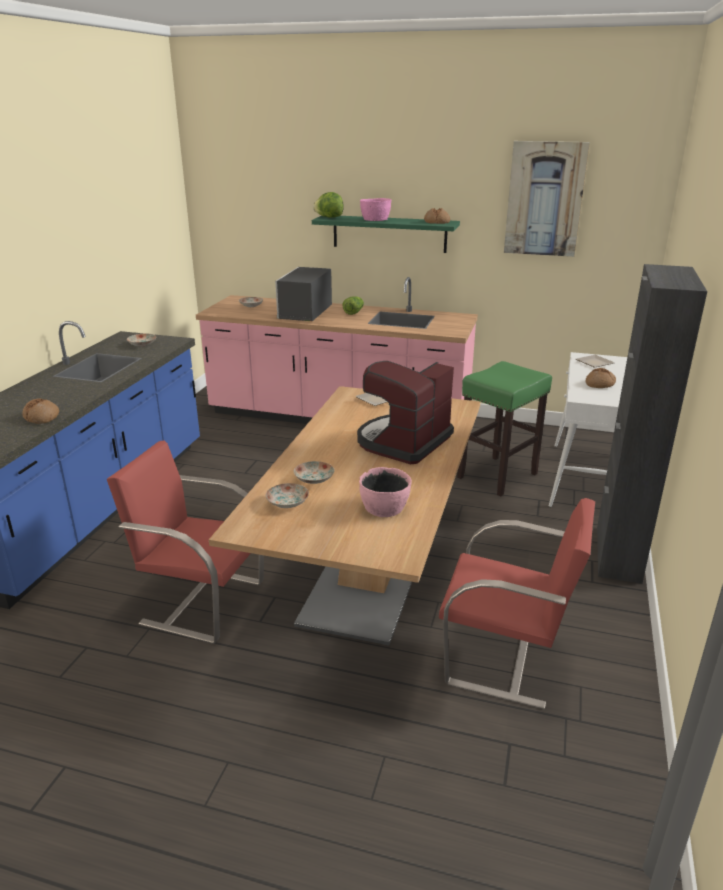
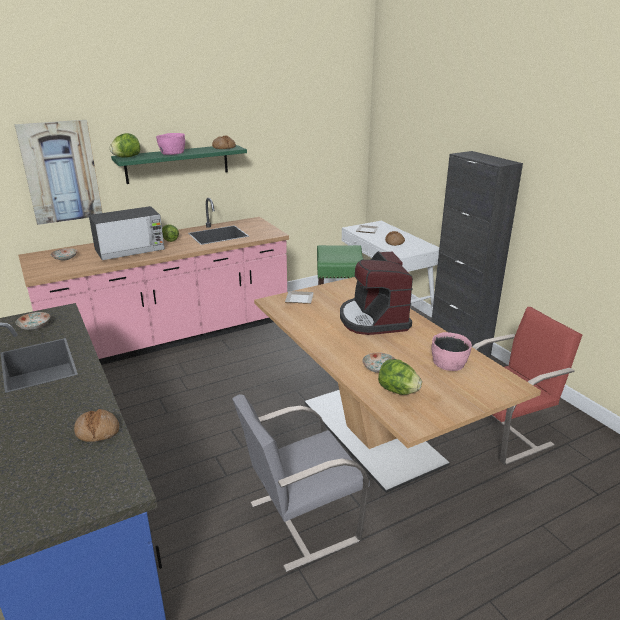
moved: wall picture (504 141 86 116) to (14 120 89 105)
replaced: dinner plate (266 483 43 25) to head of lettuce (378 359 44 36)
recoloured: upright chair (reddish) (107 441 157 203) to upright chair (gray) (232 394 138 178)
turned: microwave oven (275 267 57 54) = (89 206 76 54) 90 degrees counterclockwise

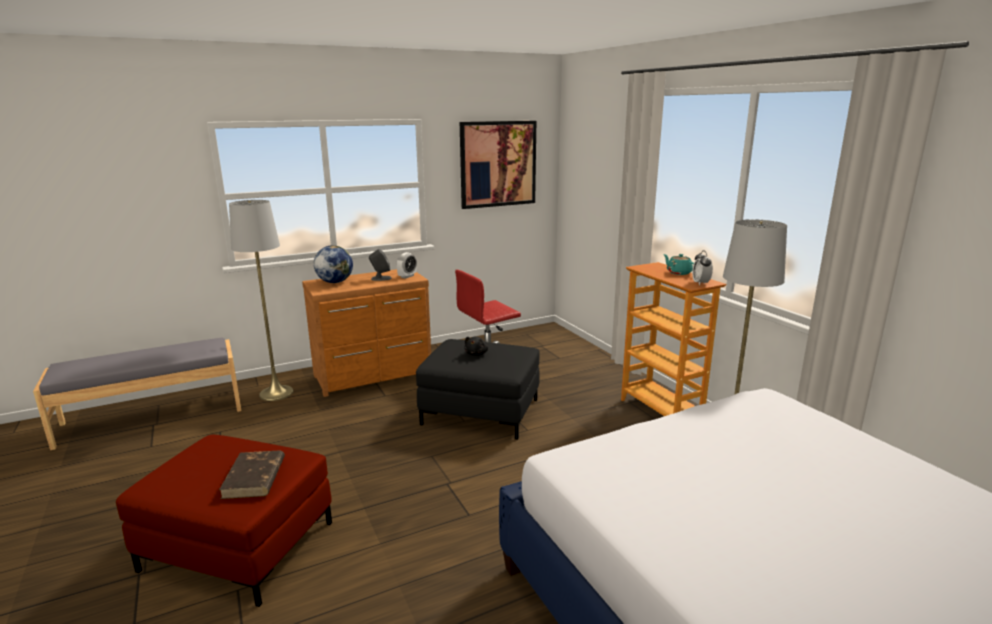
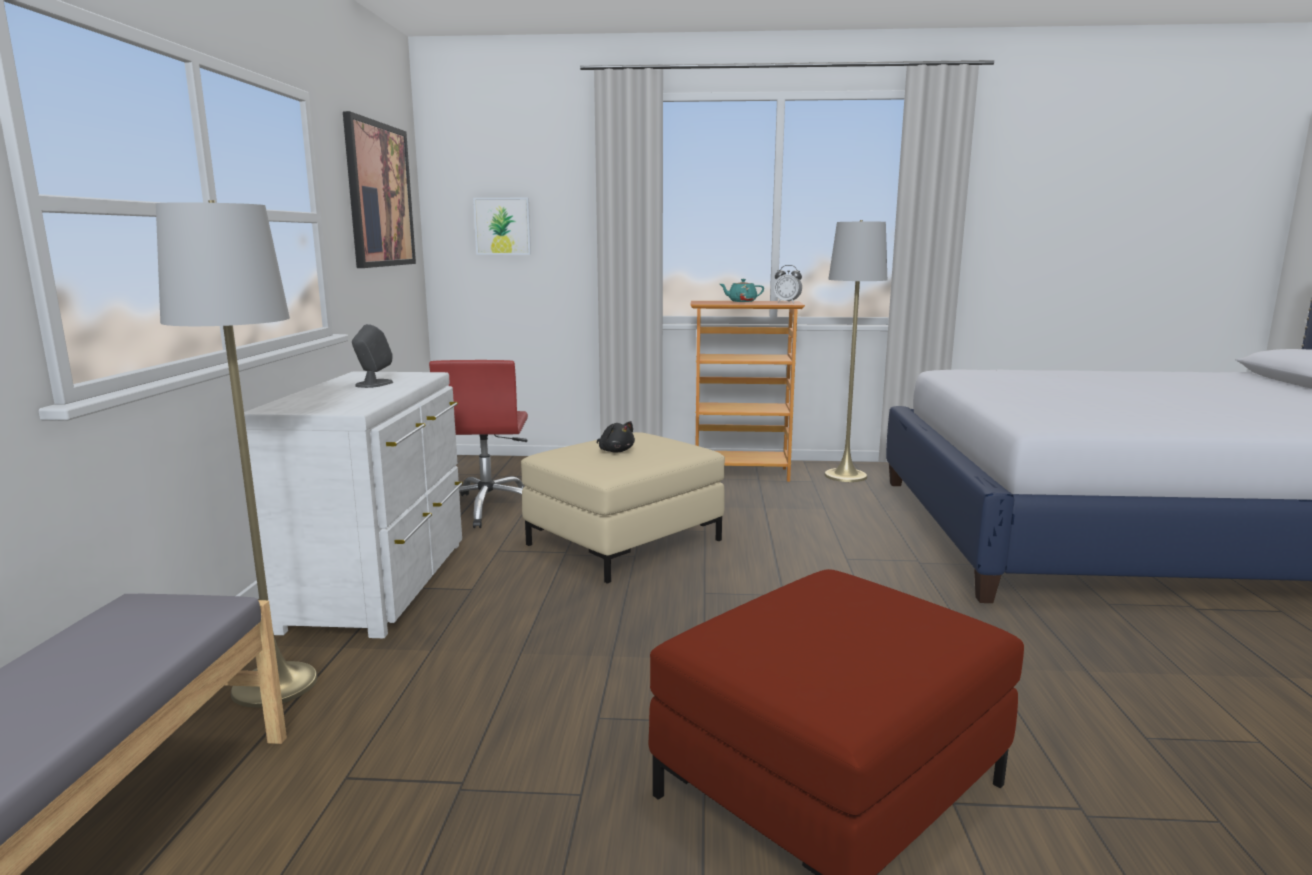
removed: book (brown) (219 450 66 49); desk globe (314 245 39 38); bedside clock (397 252 20 27)
added: wall picture (473 198 58 57)
recoloured: drawer chest (brown) (302 269 129 128) to drawer chest (whitish) (244 371 219 267); pouffe (black-coloured) (416 339 124 101) to pouffe (beige) (521 432 204 152)

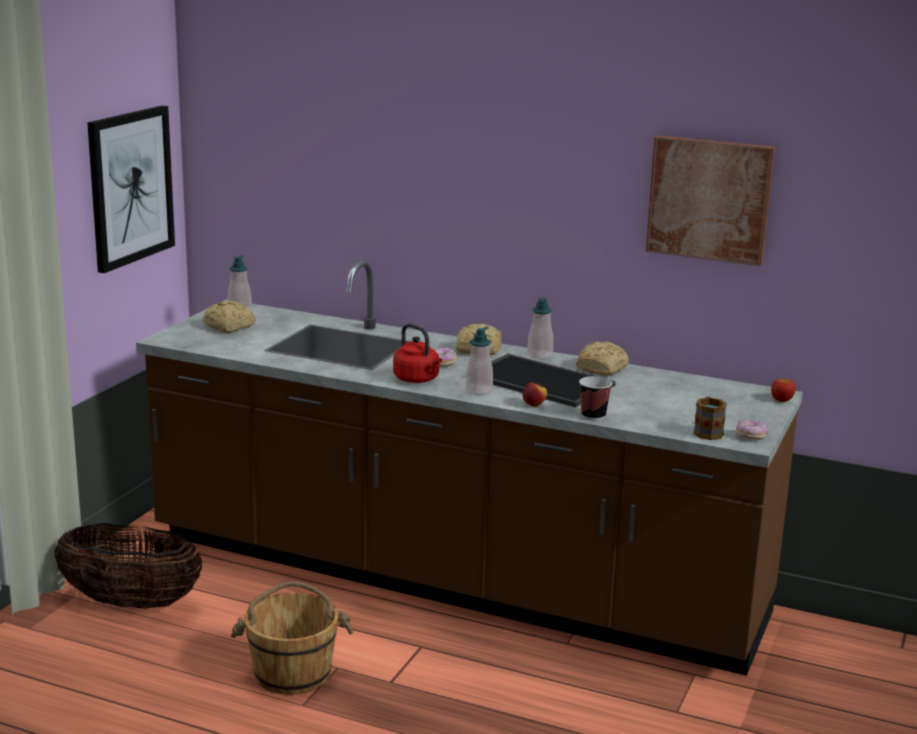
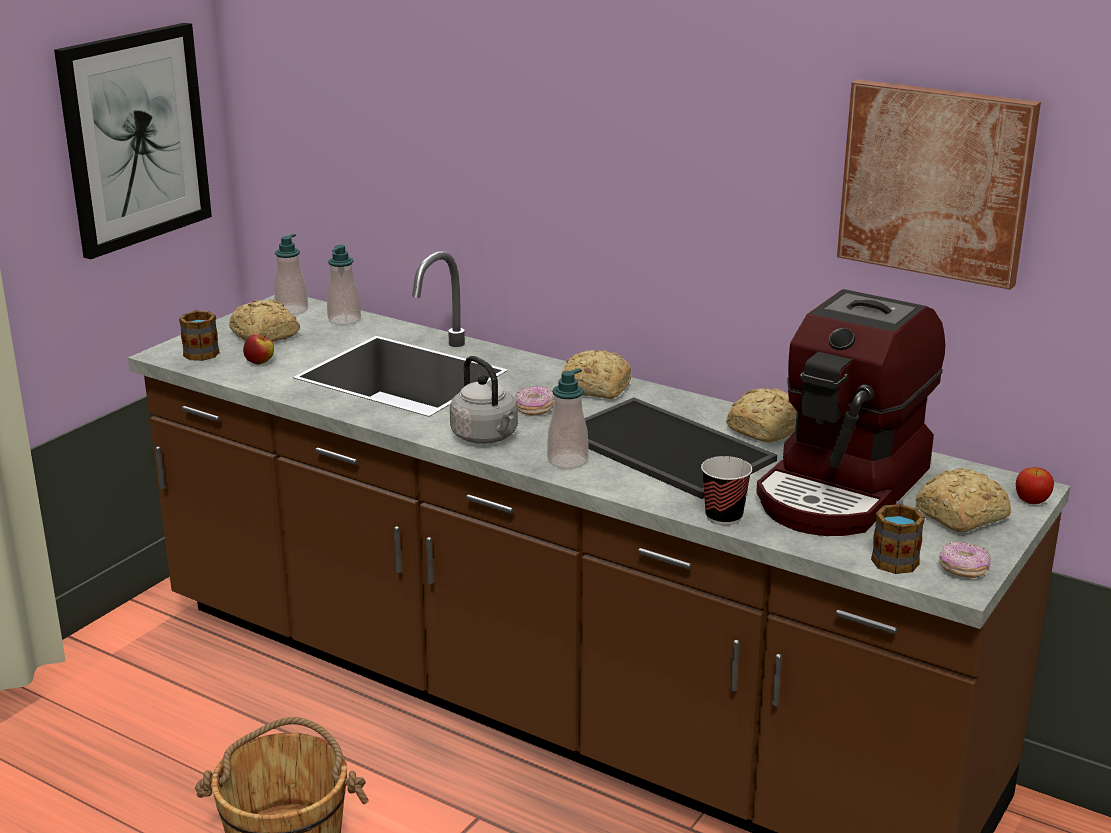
removed: storage basket (54 523 149 86)
added: tea mug (179 310 40 51); coffee brewer (756 289 189 247); bread (915 468 96 64)
moved: whole apple (522 382 25 25) to (243 334 31 31); liquid soap bottle (527 297 26 62) to (327 245 34 80)
recoloured: water kettle (reddish) (393 323 49 60) to water kettle (gray) (450 356 68 88)

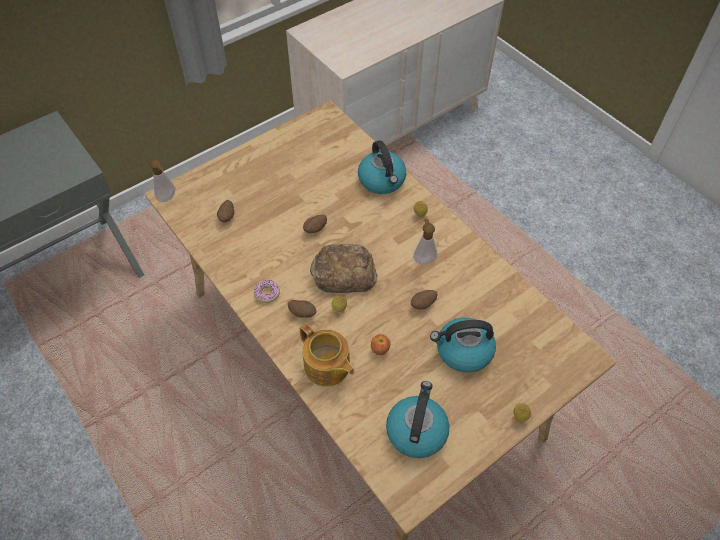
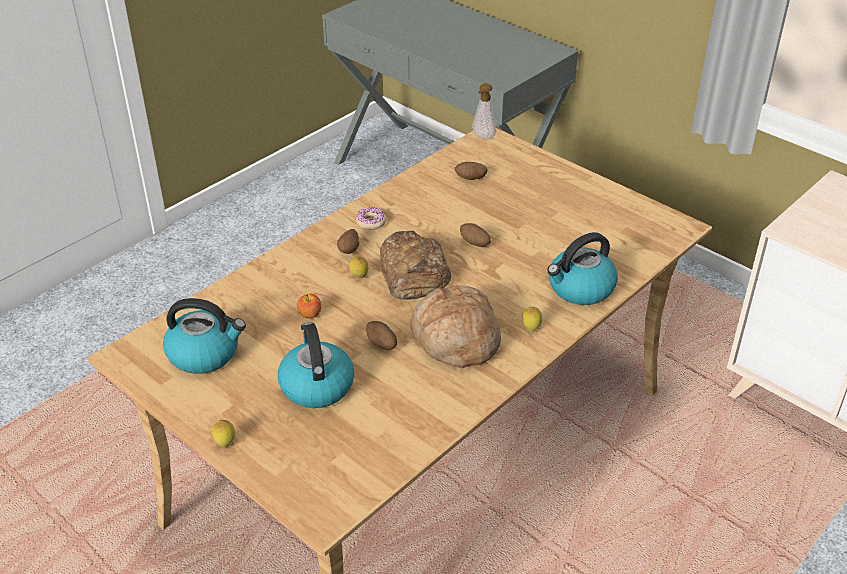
removed: tea pot (300 323 54 64)
replaced: liquid soap bottle (413 218 24 47) to bread (410 285 91 83)

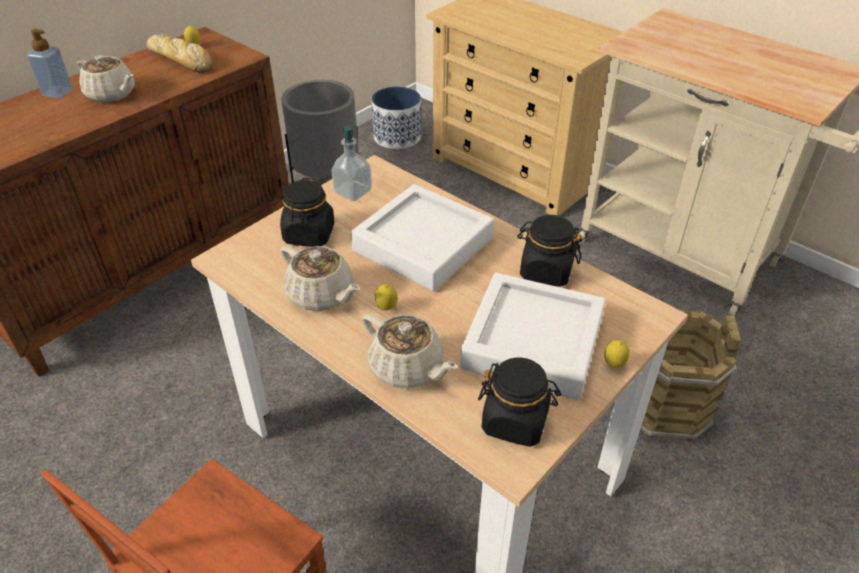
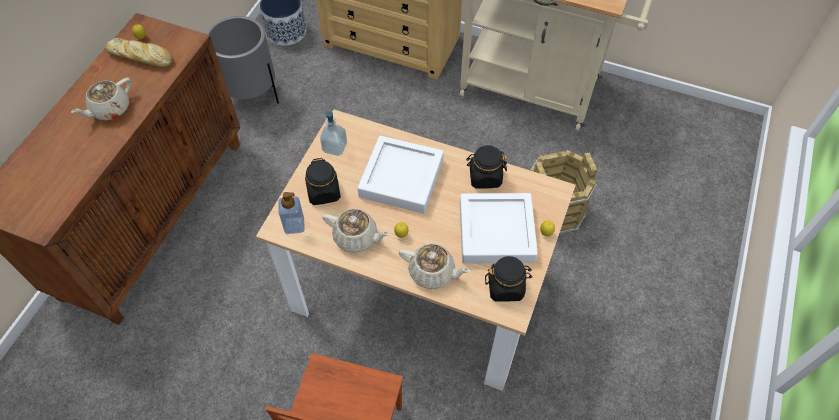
moved: liquid soap bottle (27 29 46 69) to (278 192 27 42)
turned: tea pot (beige) (77 55 58 48) = (71 77 61 43) 120 degrees clockwise

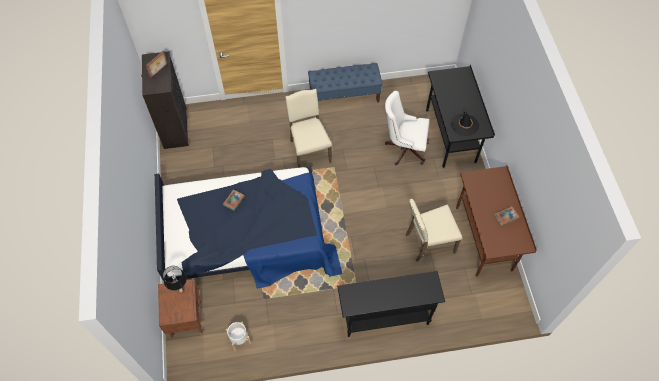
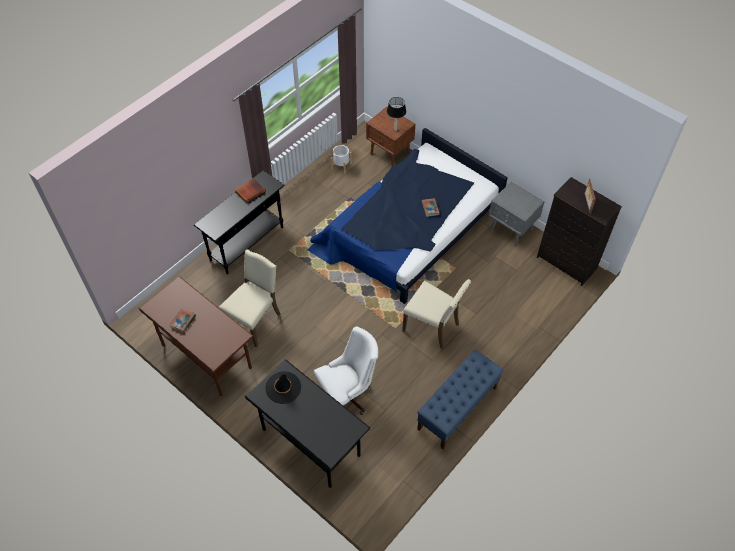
added: book (235 179 31 24); bedside table (gray) (489 182 55 65)

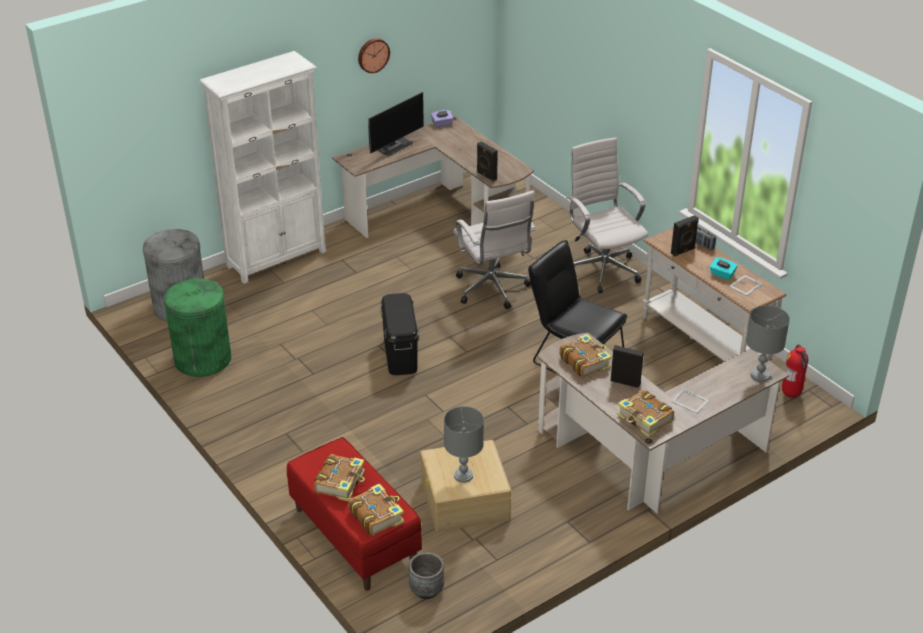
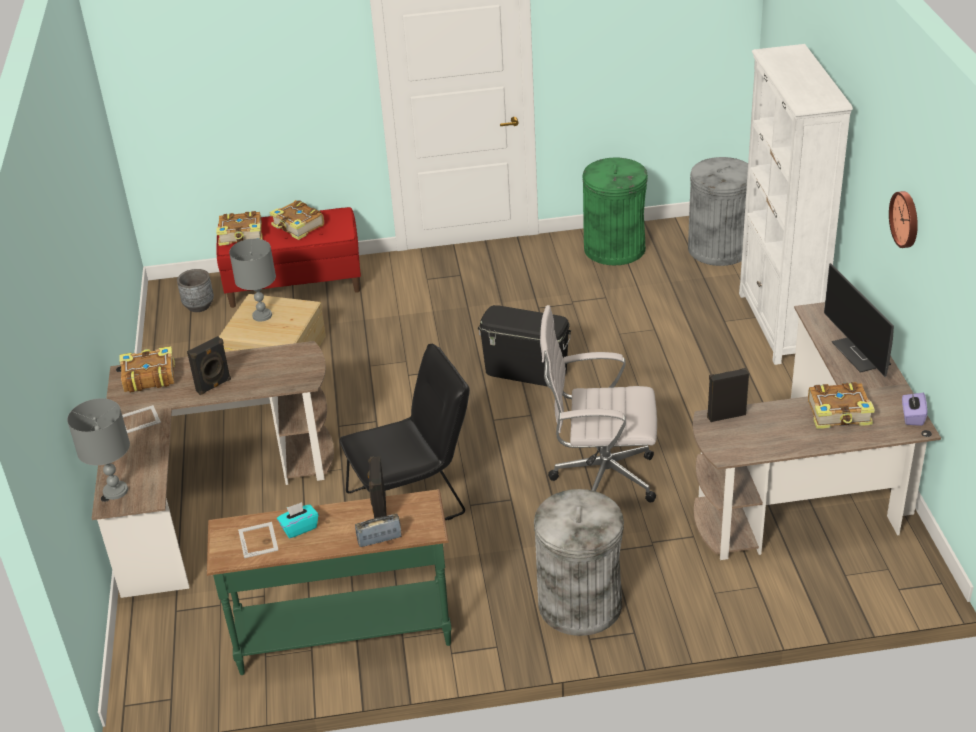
removed: fire extinguisher (782 344 26 54)
moved: book (559 334 53 44) to (808 382 67 47)
replaced: desk chair (whitish) (566 137 82 156) to waste bin (gray) (534 489 90 147)
recoloured: console table (whitish) (642 227 144 135) to console table (green-coloured) (207 489 245 186)

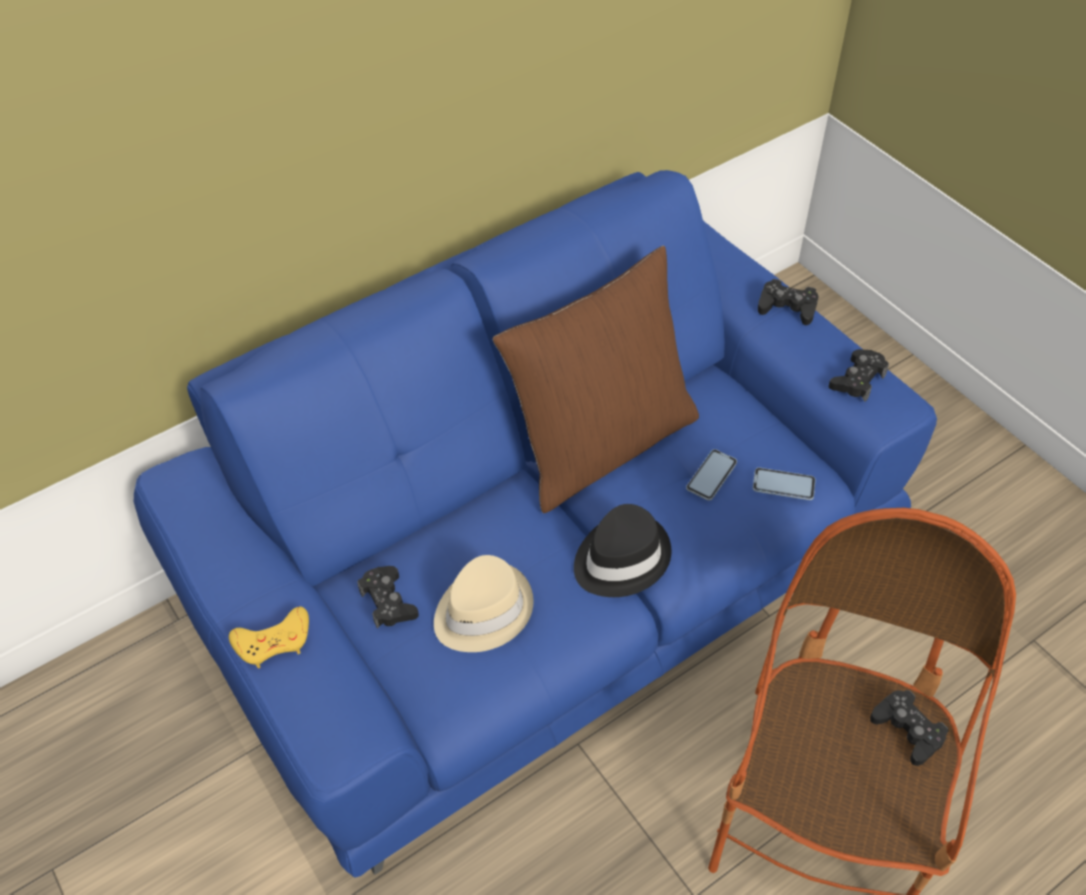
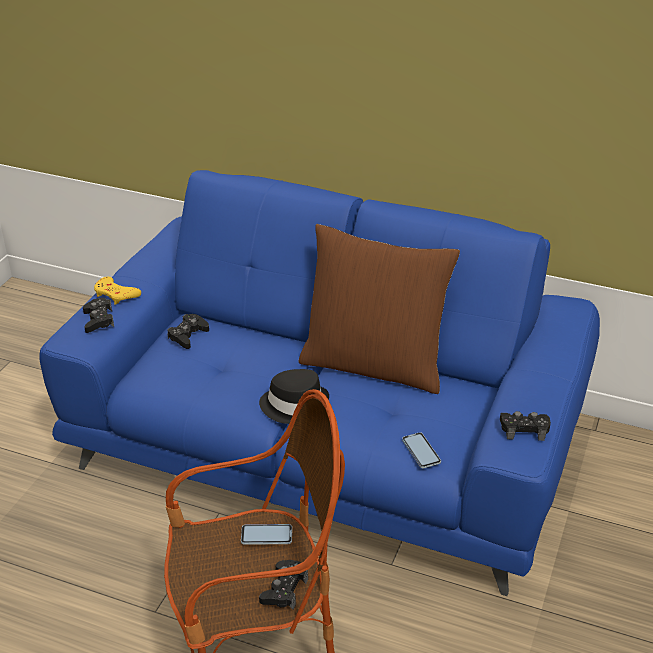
removed: clothing hat (beige) (434 555 99 97)
moved: phone (686 449 51 52) to (241 524 51 21); game controller (black-coloured) (758 279 60 46) to (83 298 31 35)

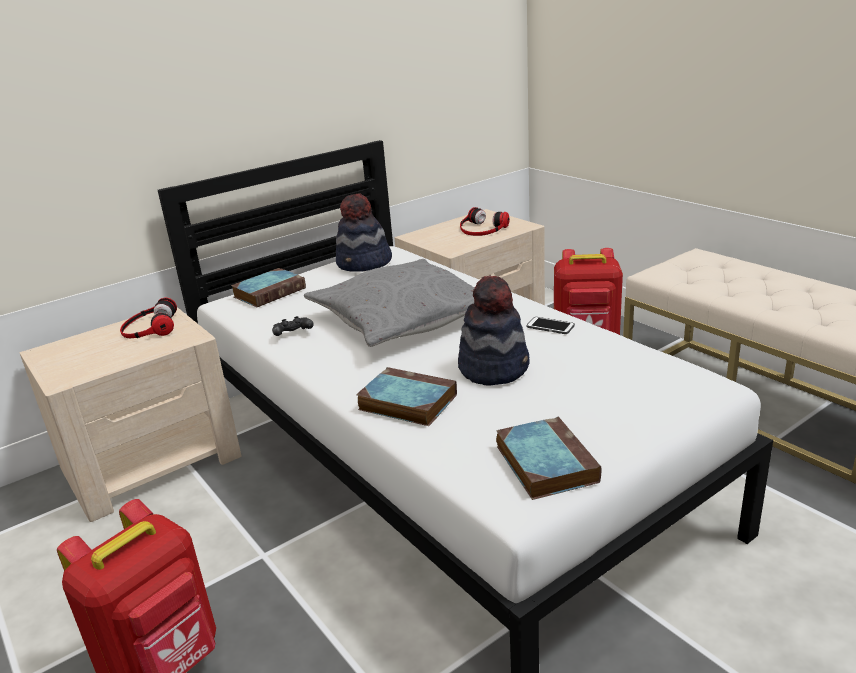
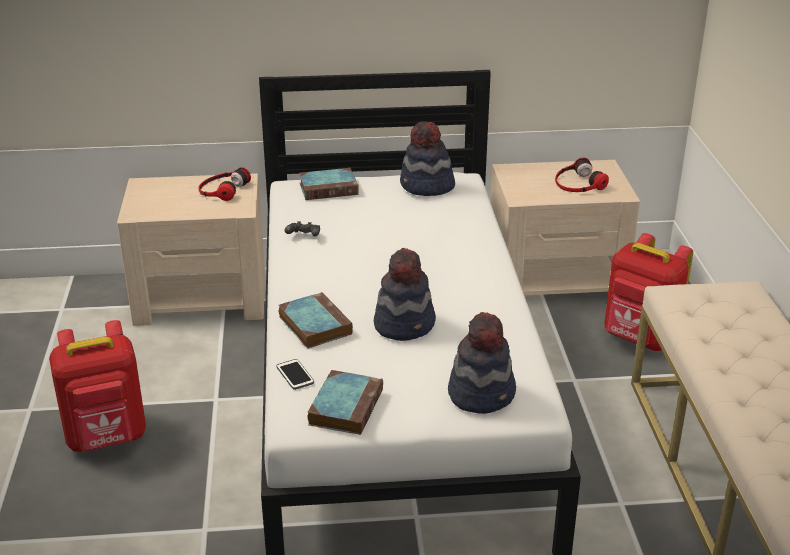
removed: cushion (gray) (304 259 171 88)
added: clothing hat (448 312 68 102)
moved: phone (527 317 48 17) to (276 359 38 31)

